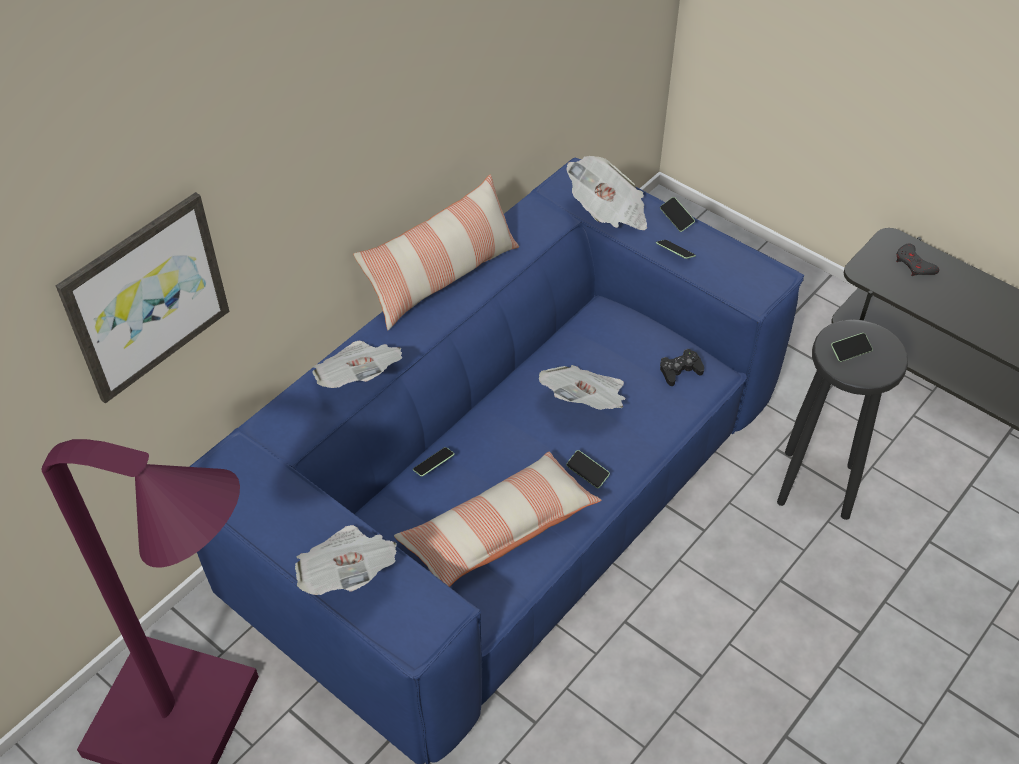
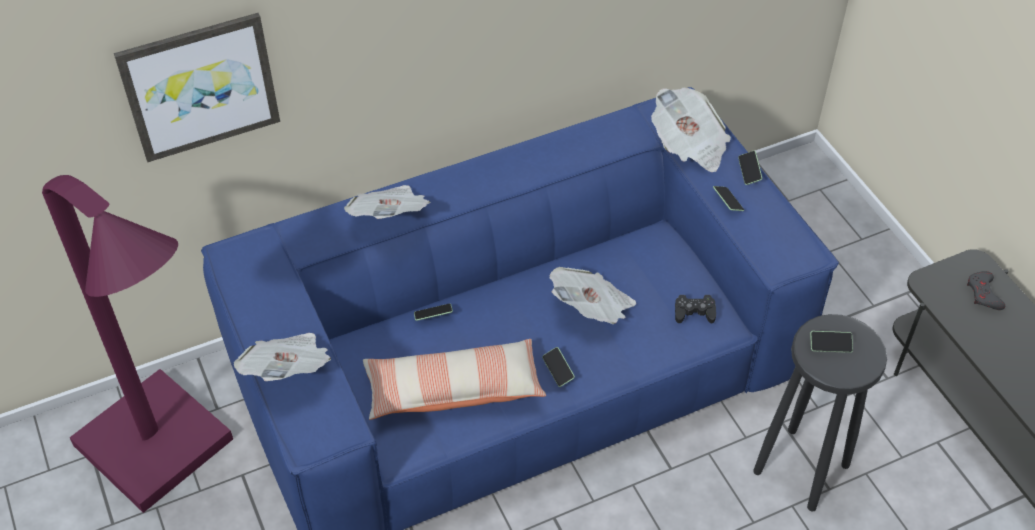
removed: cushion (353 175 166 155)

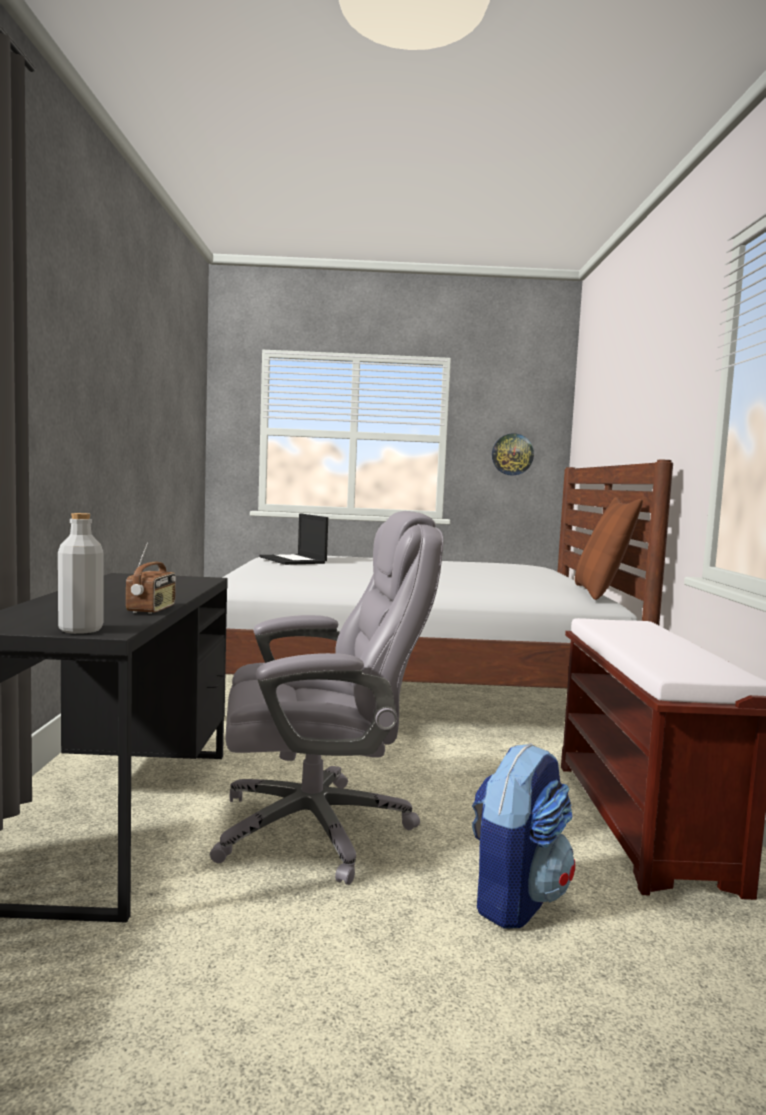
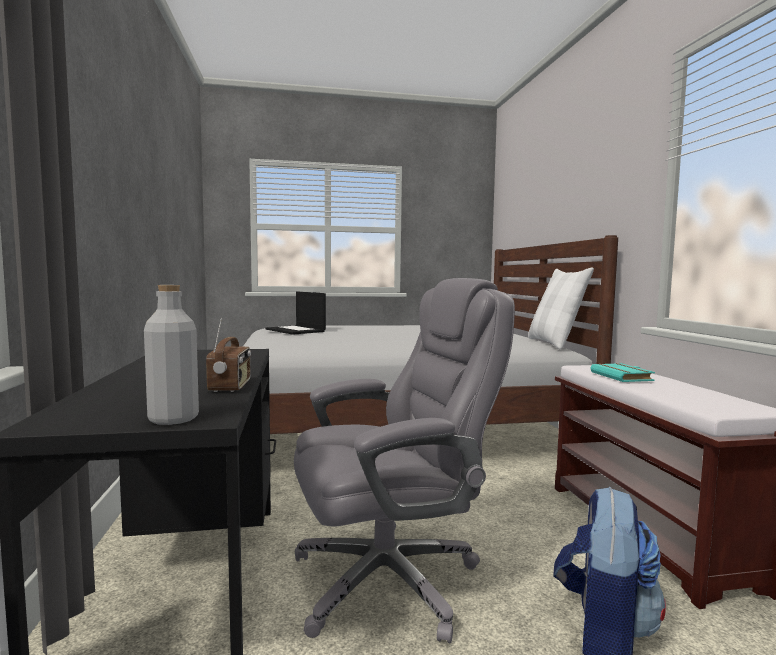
removed: hanging clock (492 433 42 43)
added: book (turquoise) (590 363 65 19)
recoloured: cushion (brown) (575 497 68 103) to cushion (whitish) (528 268 66 81)

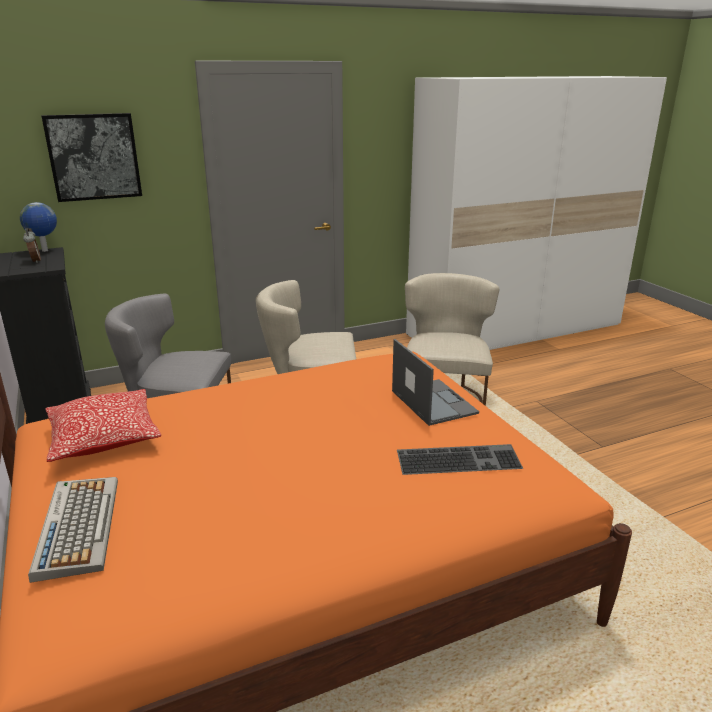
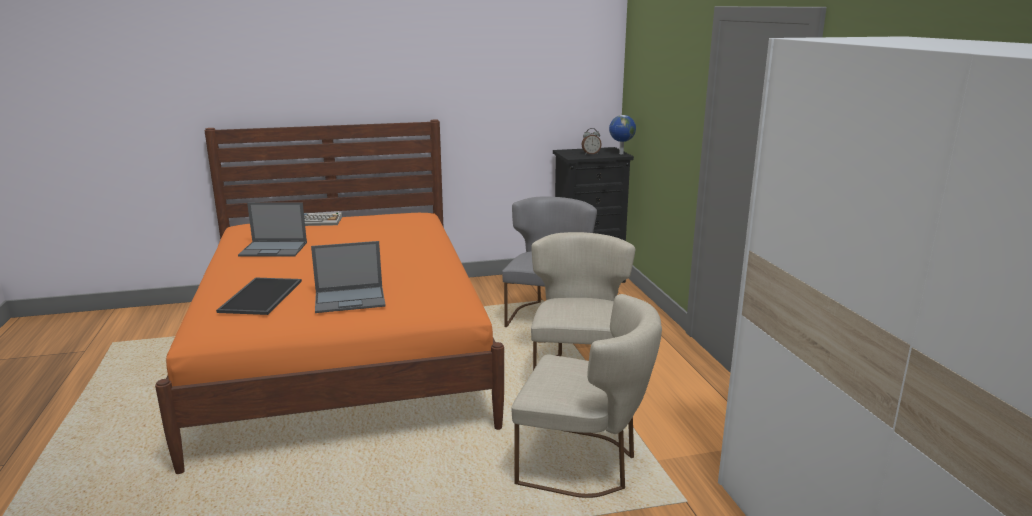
removed: wall picture (41 113 101 89); cushion (46 389 115 73)
added: notebook computer (238 202 69 54)
replaced: computer keyboard (397 444 126 31) to tray (216 277 86 38)

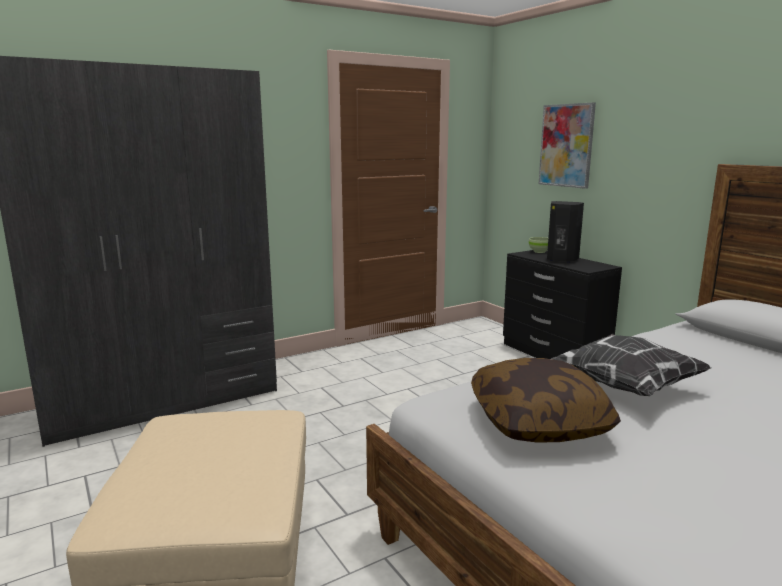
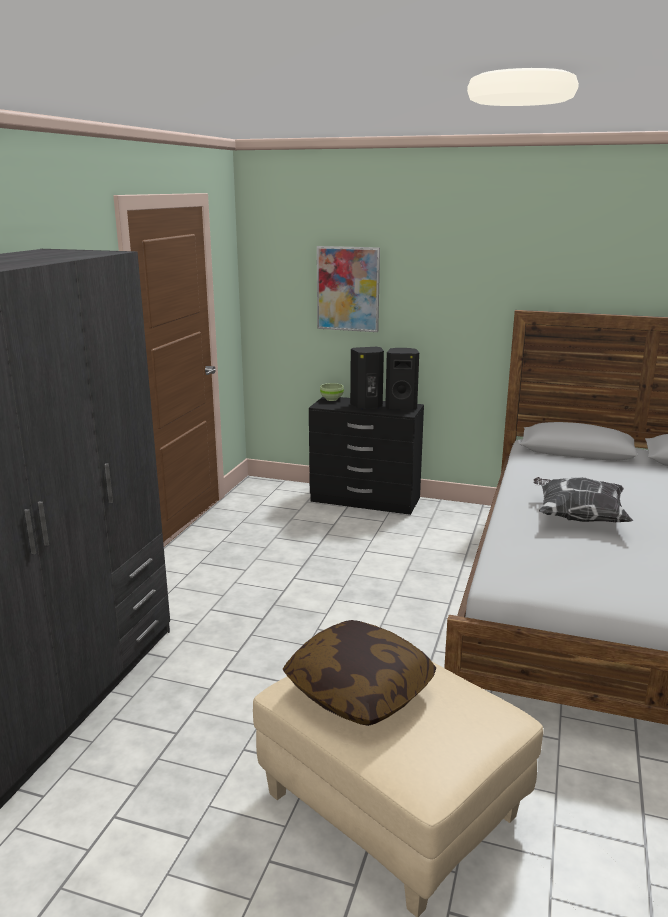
added: loudspeaker (black-coloured) (385 348 34 62)
moved: cushion (471 358 150 84) to (283 620 153 106)

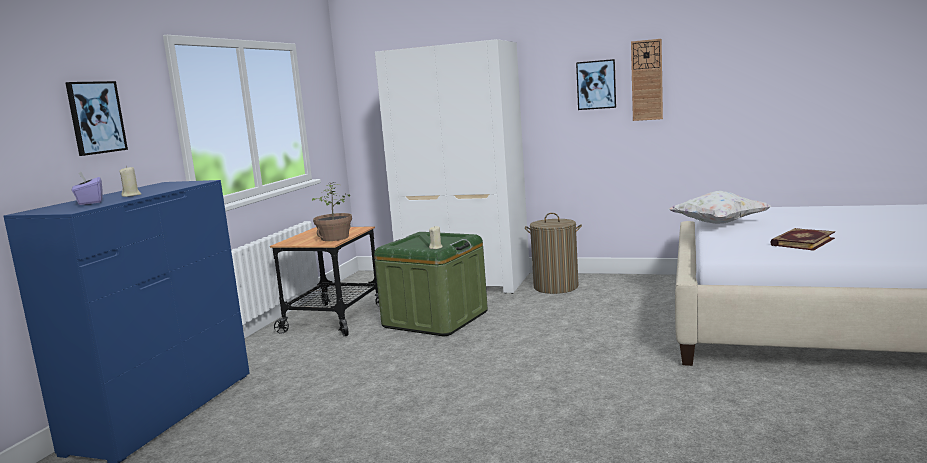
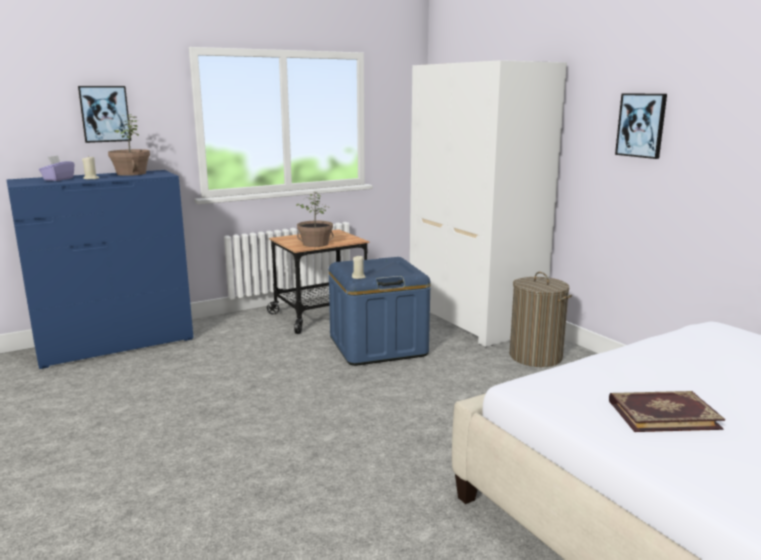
removed: hanging clock (631 39 32 82); cushion (whitish) (669 191 102 33)
added: potted plant (108 114 42 62)
recoloured: storage box (green-coloured) (374 232 114 104) to storage box (blue) (329 257 102 109)

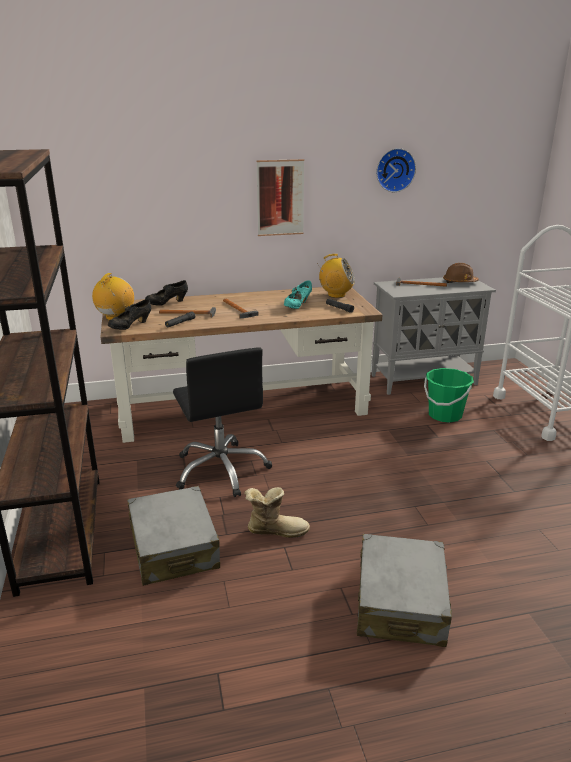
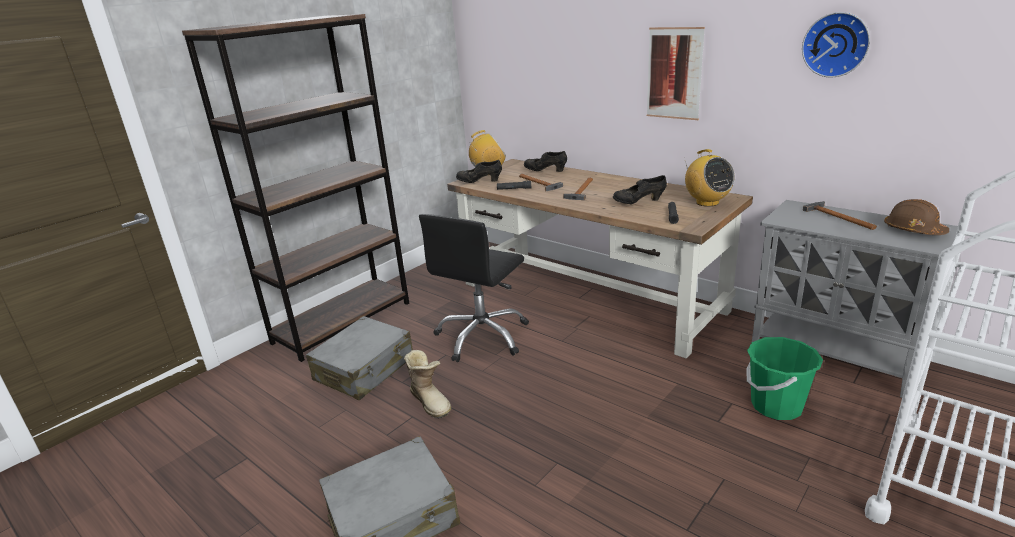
recoloured: low shoe (turquoise) (284 280 28 29) to low shoe (black-coloured) (613 175 54 29)

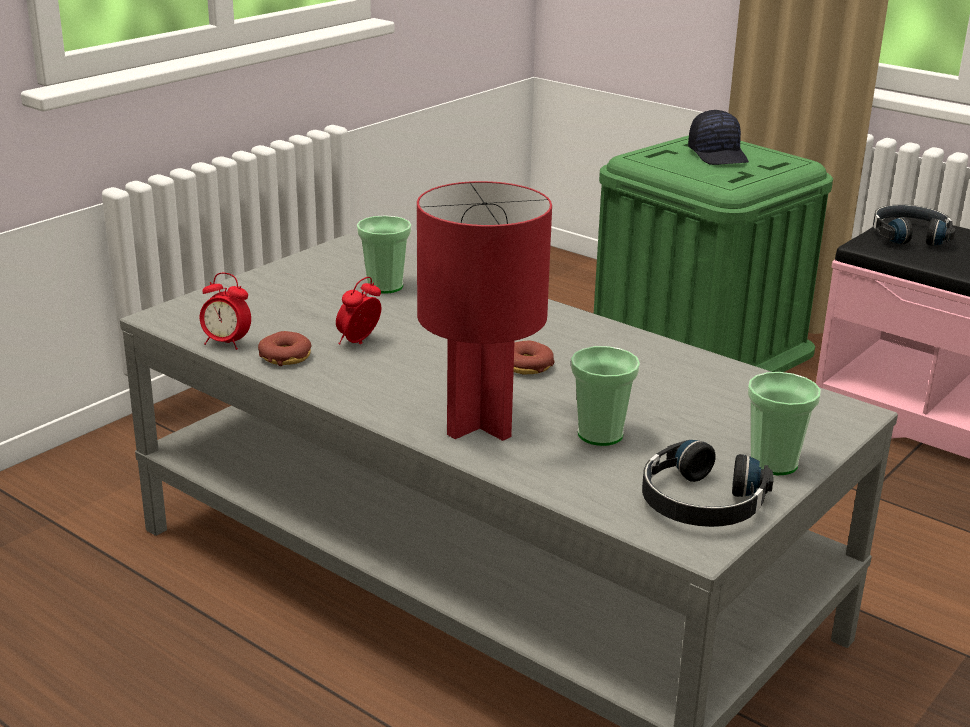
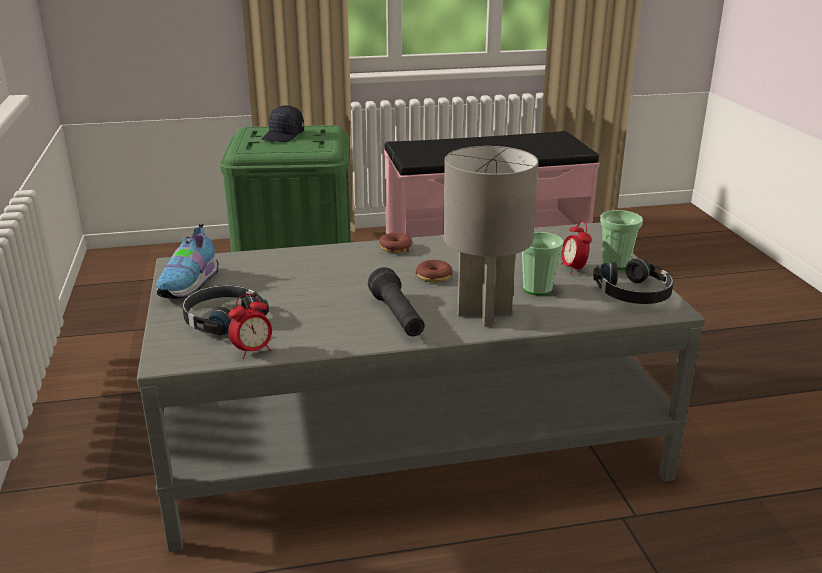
removed: cup (357 215 55 79)
added: low shoe (156 223 62 76); torch (black-coloured) (368 267 57 69)
moved: ring doughnut (258 331 53 35) to (379 233 34 20); bedside clock (336 277 45 68) to (561 221 31 53); headphones (black-coloured) (873 205 83 41) to (182 285 87 50)
recoloured: tabletop lamp (reddish) (417 181 135 260) to tabletop lamp (gray) (443 146 96 181)
turned: baseball cap (black-coloured) (688 110 61 55) = (262 105 42 37) 90 degrees clockwise

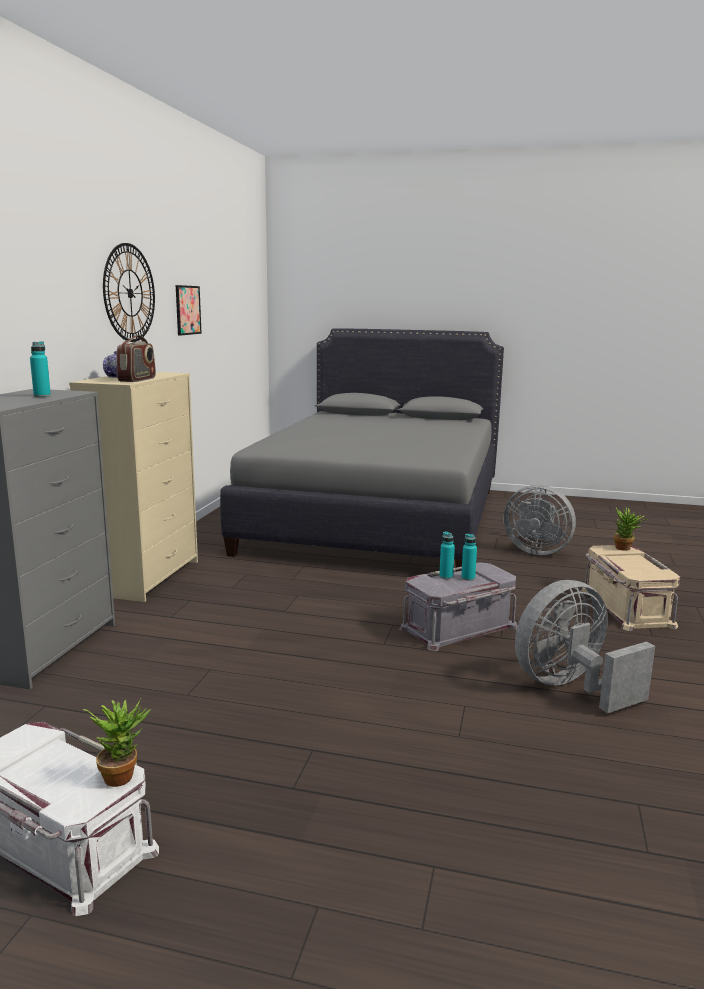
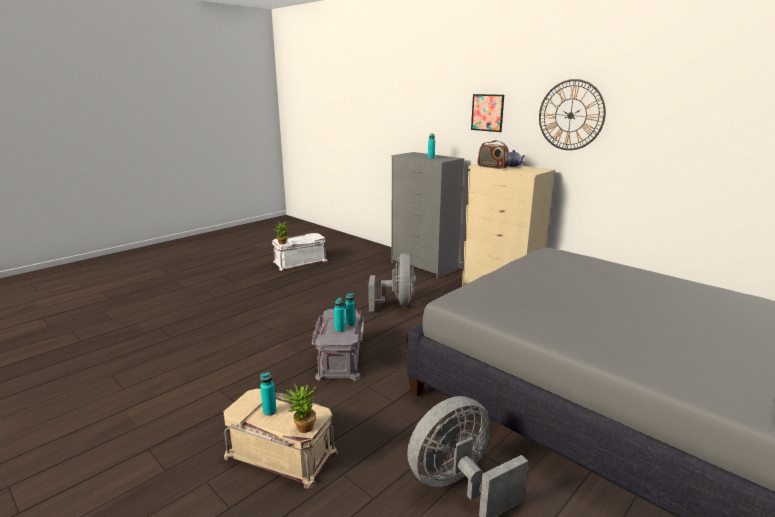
added: beverage bottle (turquoise) (260 372 17 44)
moved: wall picture (176 285 26 51) to (471 94 33 38); cooling fan (gray) (515 580 140 134) to (368 253 47 59)

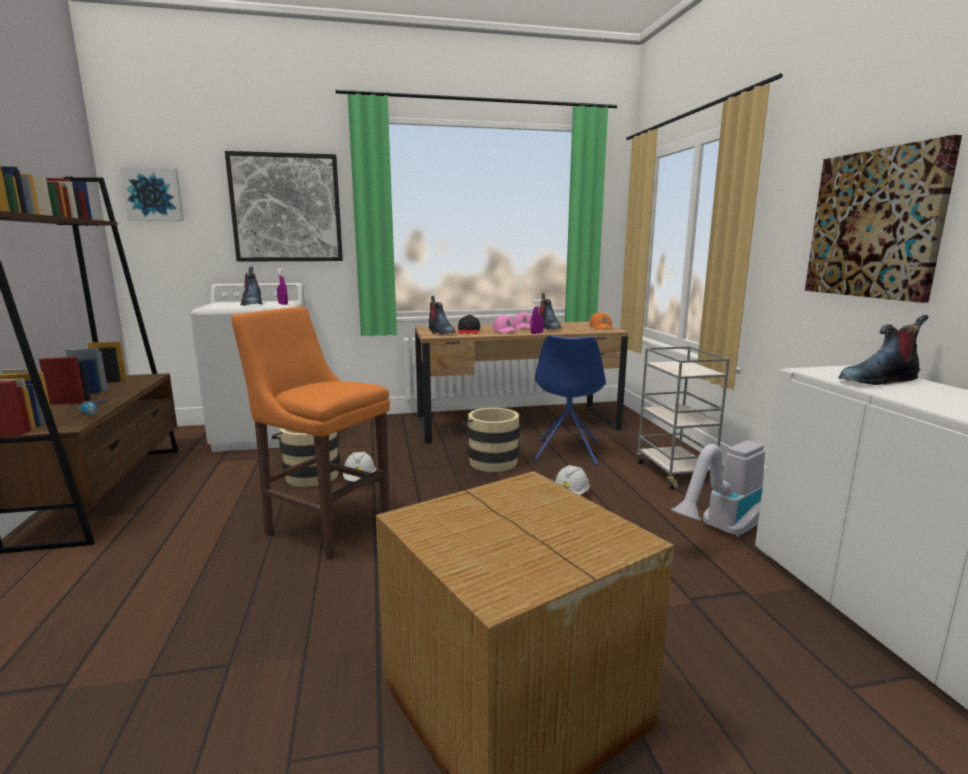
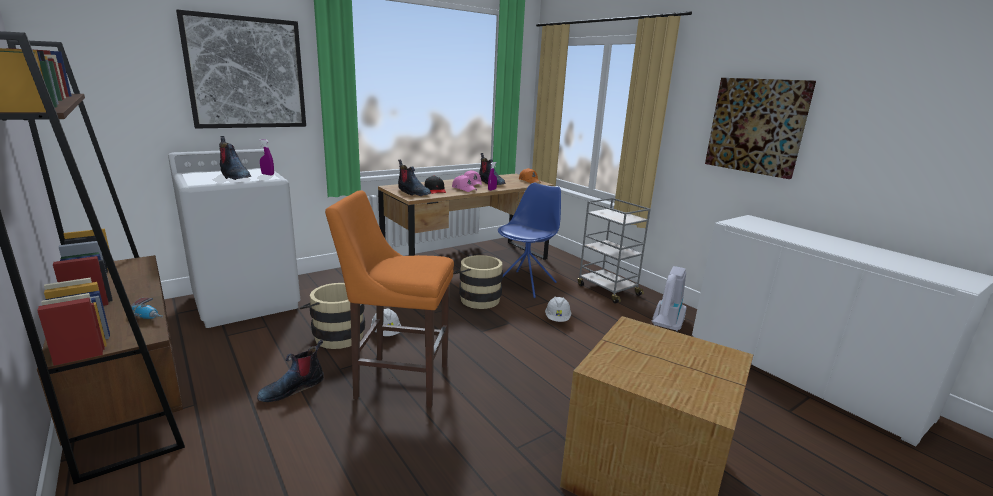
removed: wall picture (120 167 64 54)
moved: high-top boot (838 315 91 70) to (257 339 67 63)
turned: upright chair (blue) (534 335 72 131) = (498 183 63 115) 135 degrees counterclockwise

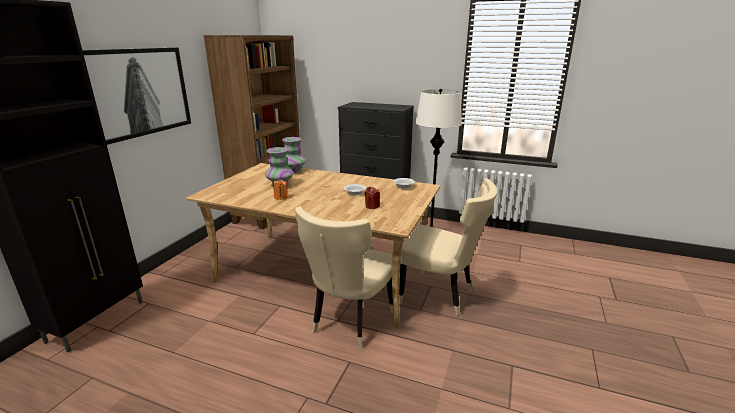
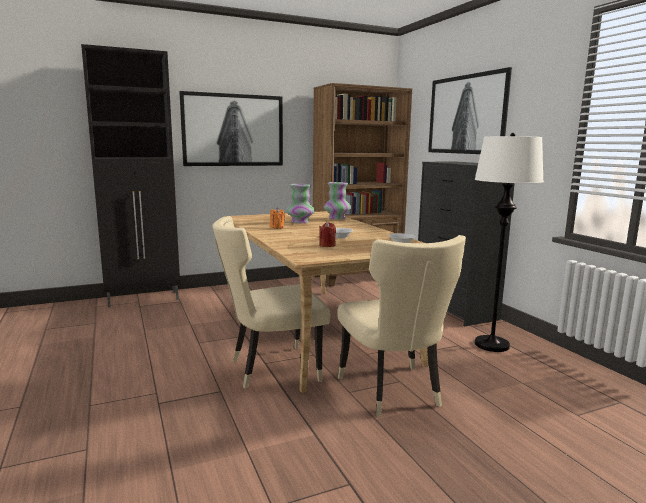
added: wall picture (428 67 84 87)

